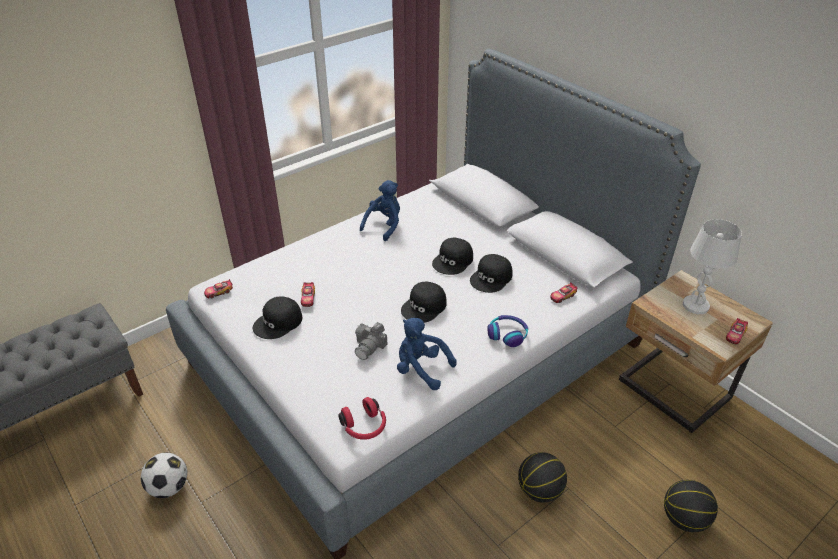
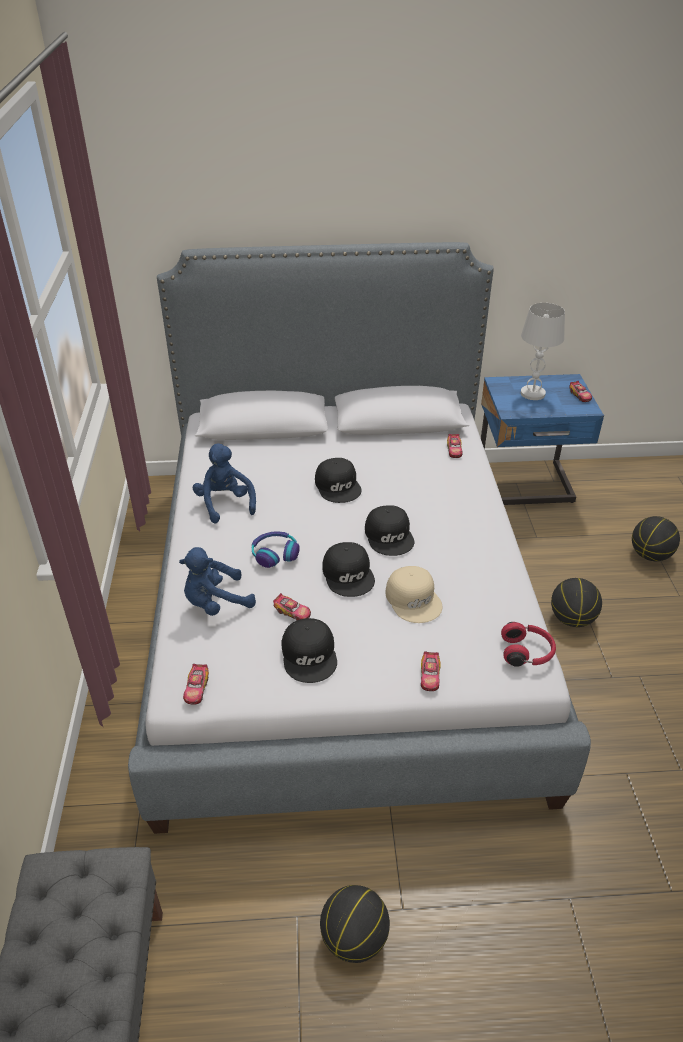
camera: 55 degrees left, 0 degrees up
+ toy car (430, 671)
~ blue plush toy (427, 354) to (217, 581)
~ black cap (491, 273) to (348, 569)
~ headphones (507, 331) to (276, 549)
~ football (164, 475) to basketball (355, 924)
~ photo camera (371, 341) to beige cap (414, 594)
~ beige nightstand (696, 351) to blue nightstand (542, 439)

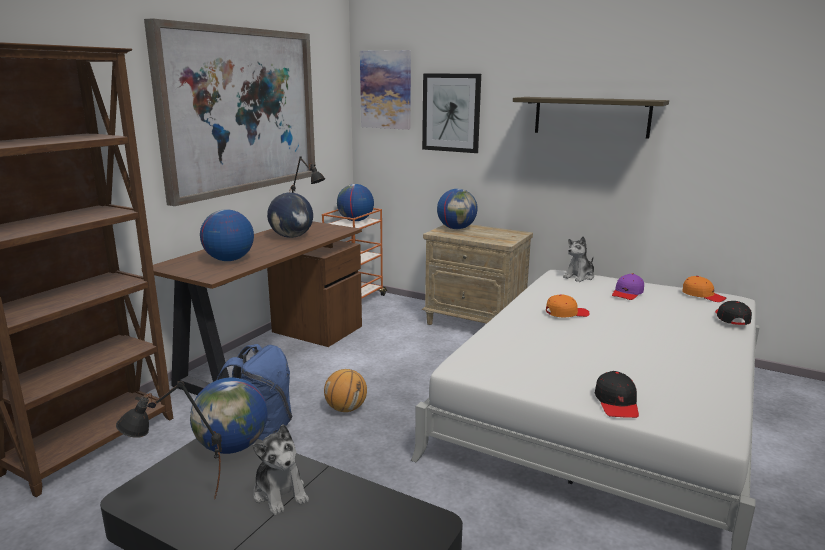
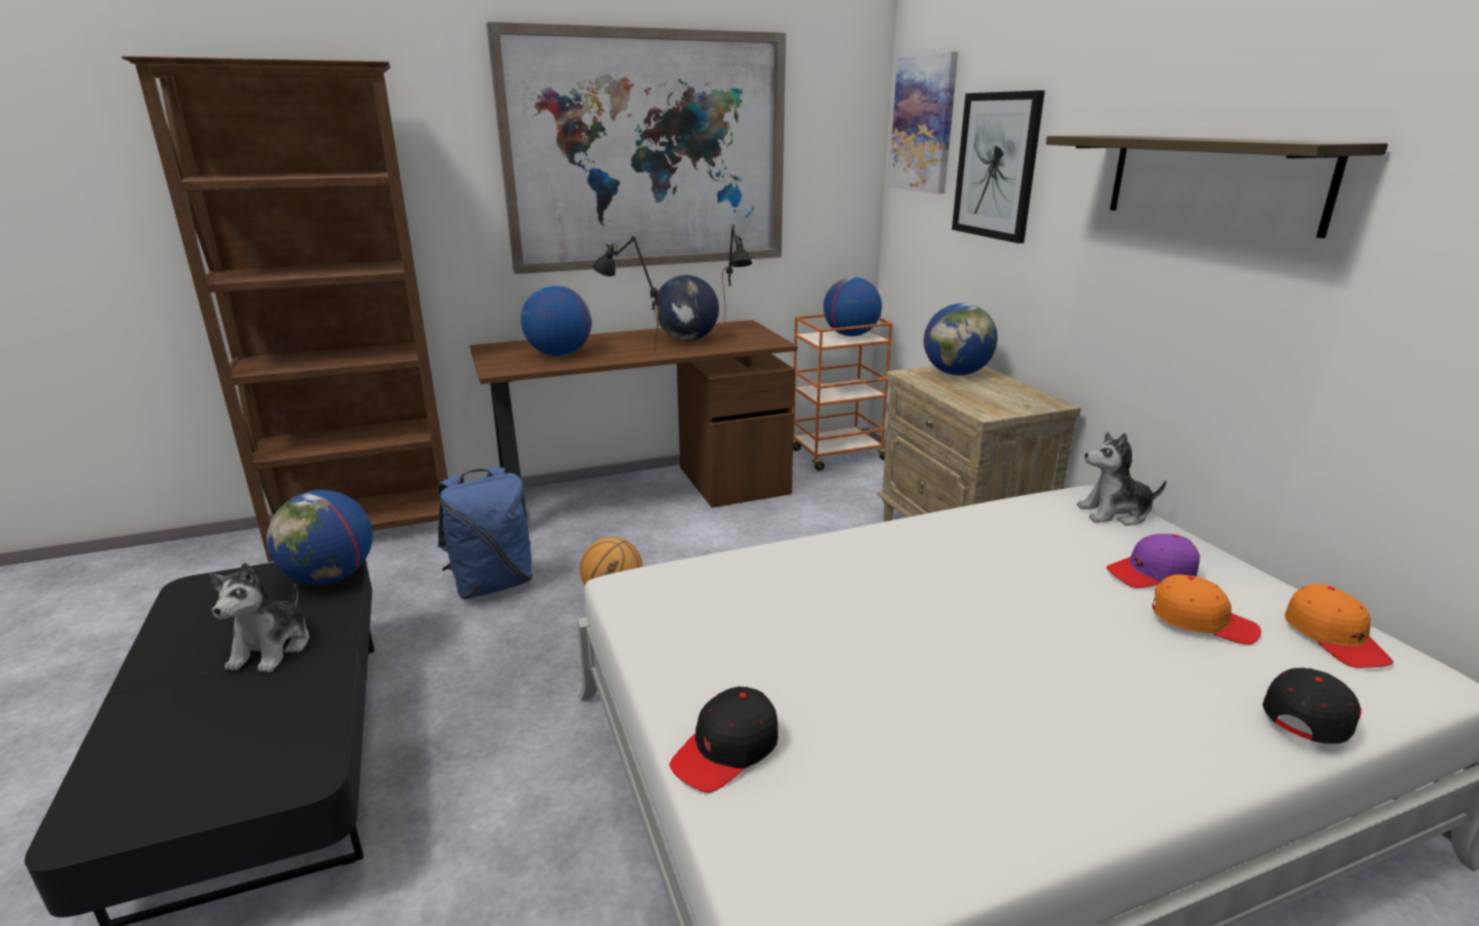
camera: 40 degrees right, 5 degrees up
~ black table lamp (169, 440) to (625, 293)
~ orange cap (568, 305) to (1206, 609)

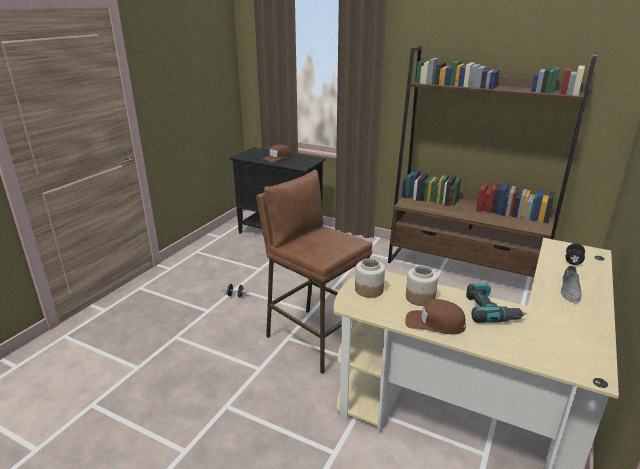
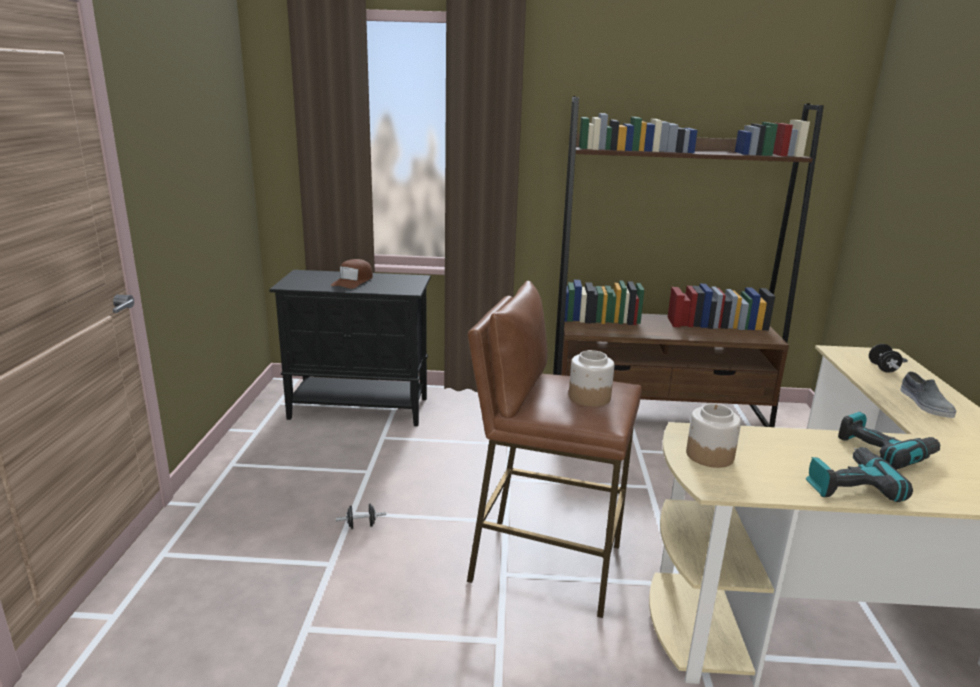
camera: 25 degrees left, 5 degrees down
~ jar (422, 286) to (591, 378)
~ brown cap (435, 316) to power drill (859, 474)

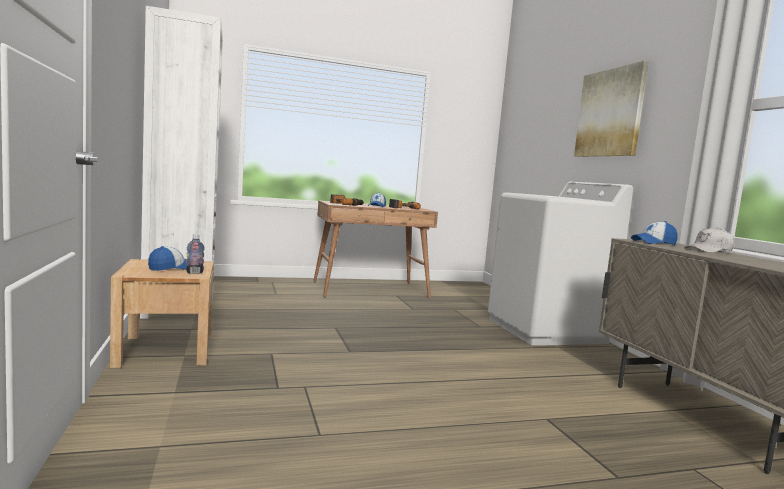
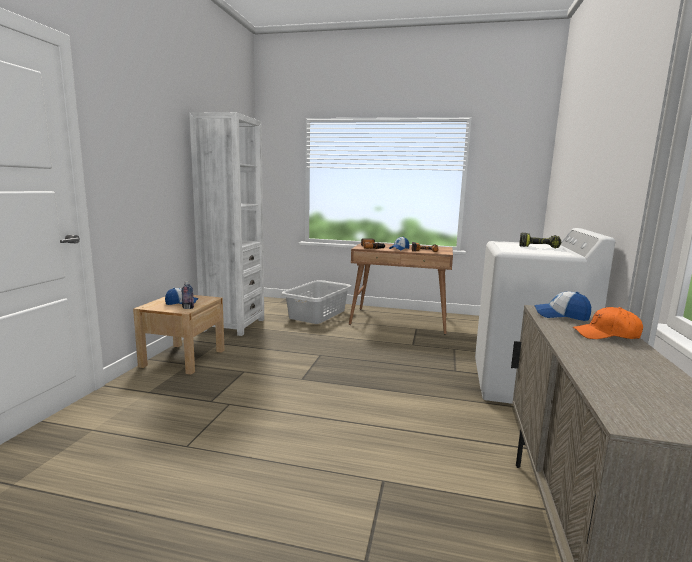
camera: 30 degrees right, 5 degrees up
- picture (611, 109)
+ grey laundry basket (316, 302)
+ power drill (540, 240)
~ white cap (709, 240) to orange cap (608, 323)

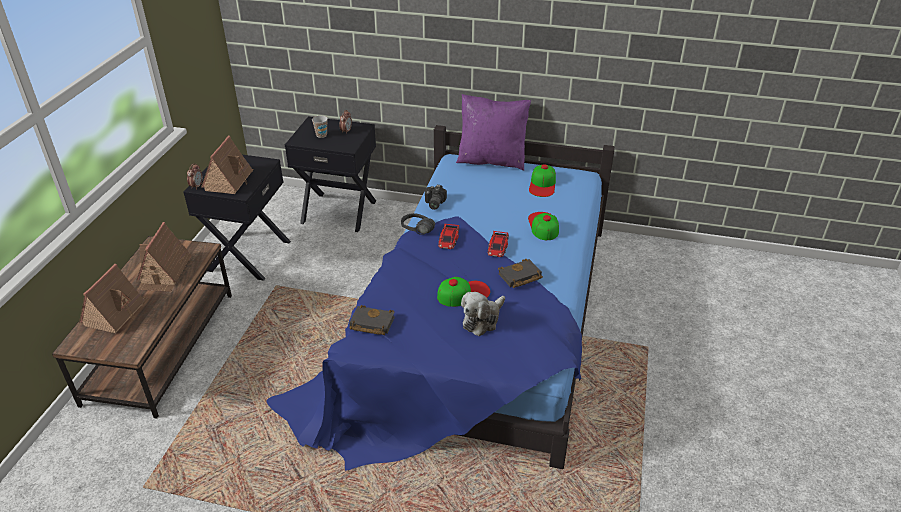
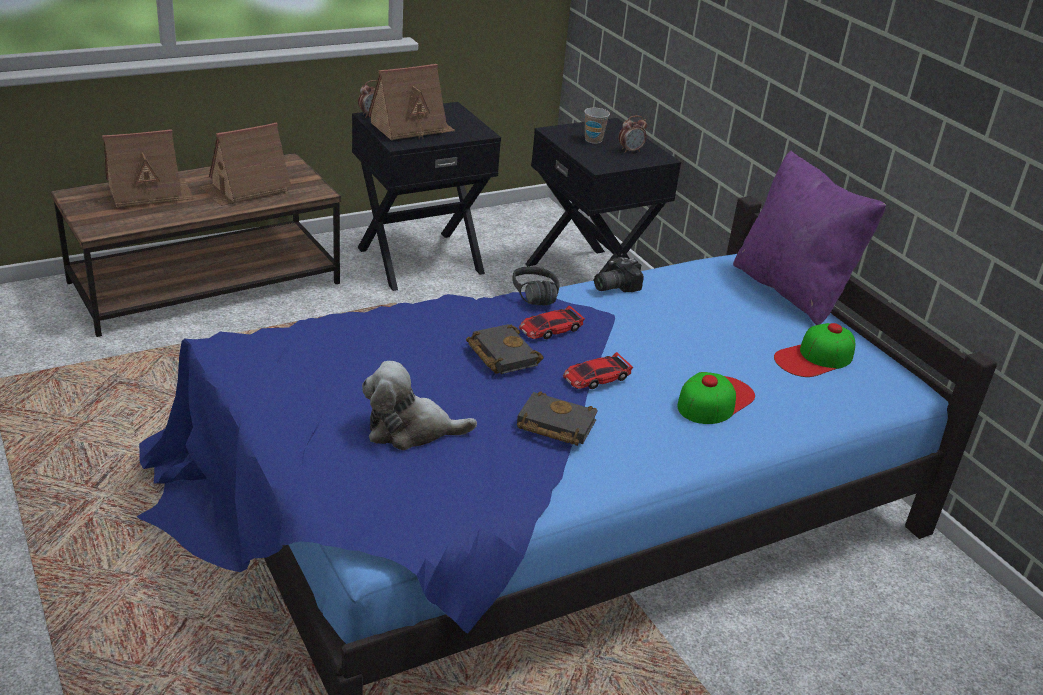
camera: 45 degrees right, 5 degrees down
- cap (463, 292)
~ black book (372, 320) to (505, 349)

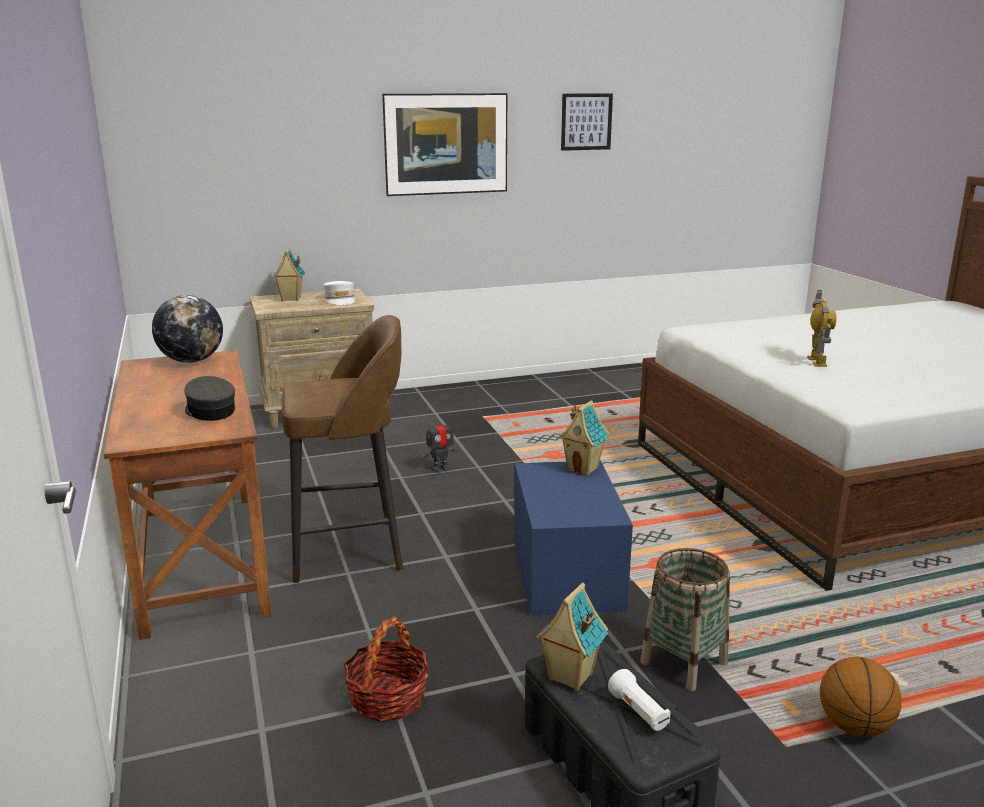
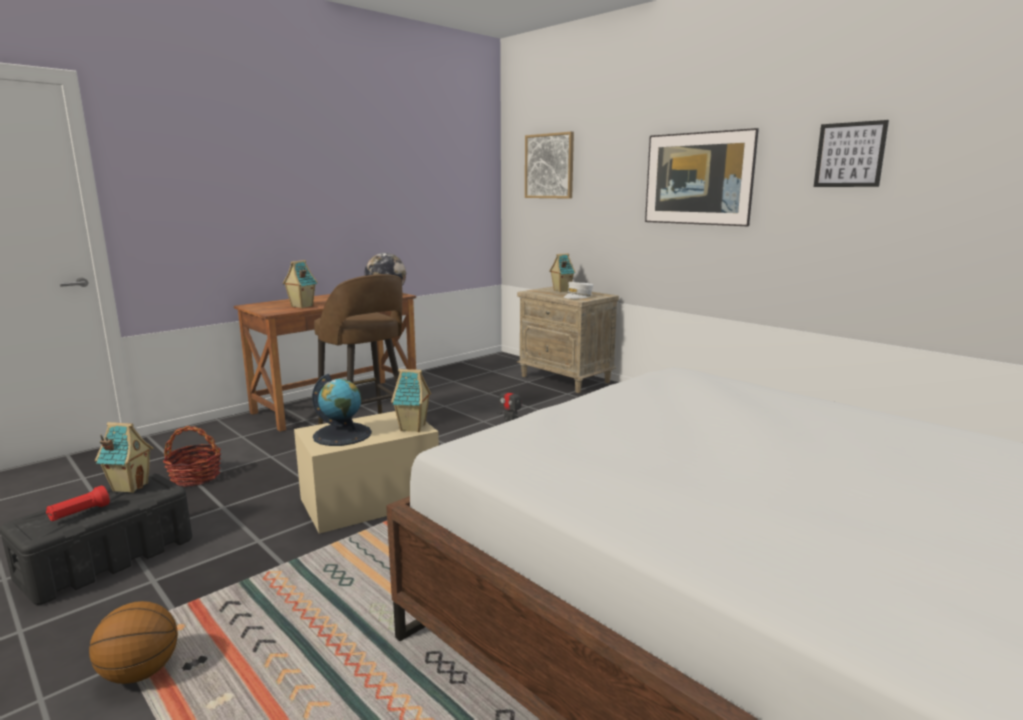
camera: 65 degrees right, 5 degrees down
- basket (685, 619)
- toy robot (821, 328)
+ globe (342, 410)
+ picture (549, 165)
~ grey cap (210, 398) to toy house (300, 284)
~ blue storage box (573, 538) to beige storage box (366, 472)
~ white flashlight (639, 700) to red flashlight (78, 503)

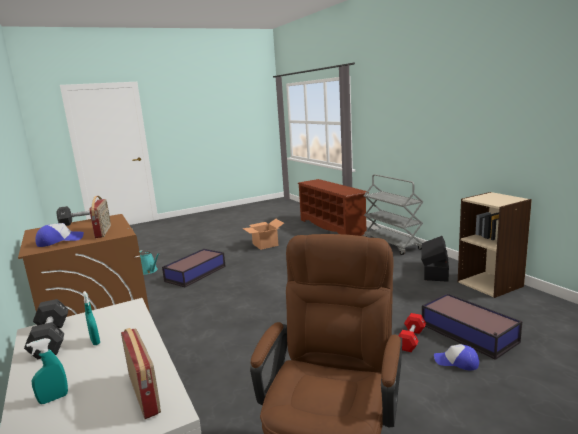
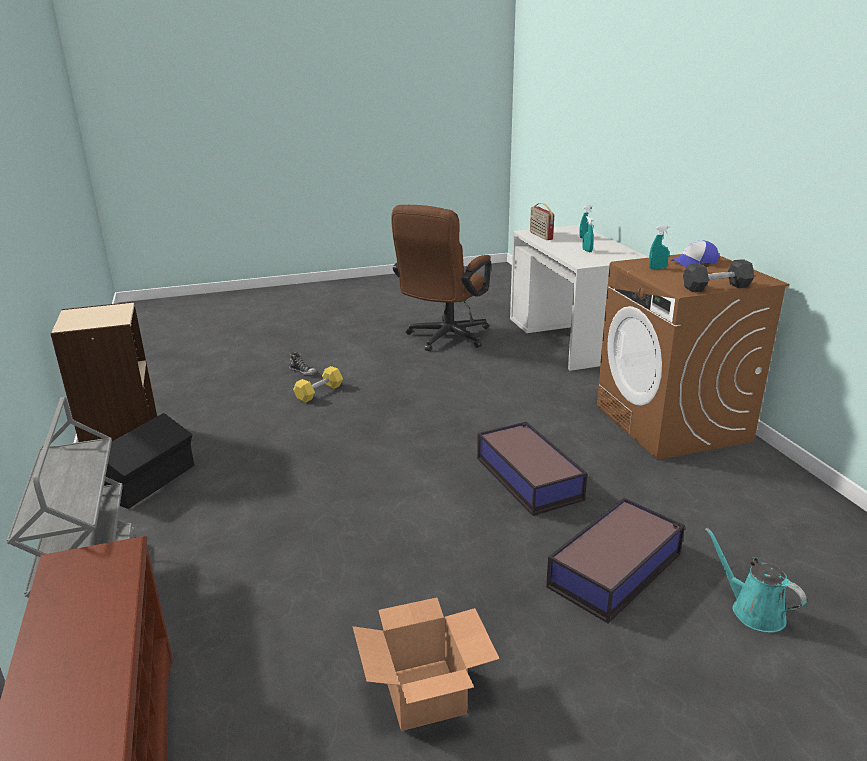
camera: 170 degrees left, 10 degrees up
- black dumbbell (46, 329)
~ storage box (472, 326) to (532, 469)
~ radio (100, 217) to turquoise spray bottle (659, 247)
~ cap (456, 357) to shoe (303, 364)
~ red dumbbell (412, 332) to yellow dumbbell (318, 384)

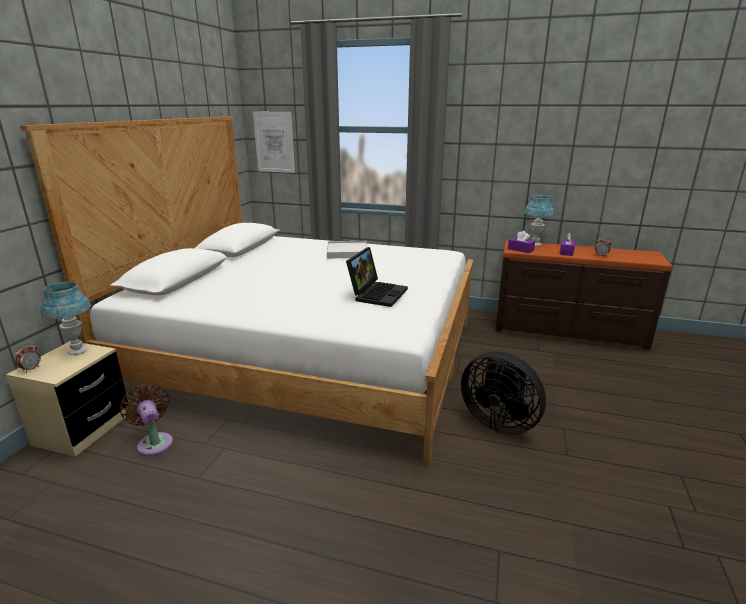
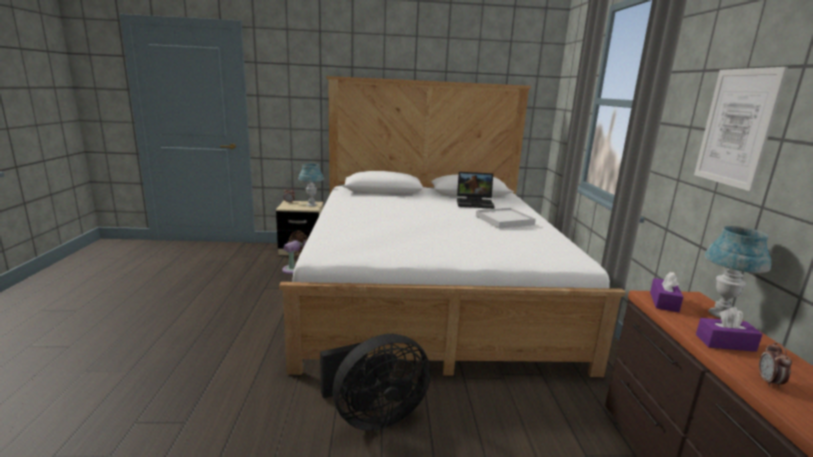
camera: 70 degrees right, 5 degrees down
~ picture (274, 142) to (741, 129)
~ laptop (377, 277) to (476, 190)
~ black fan (503, 393) = (375, 382) 135 degrees counterclockwise

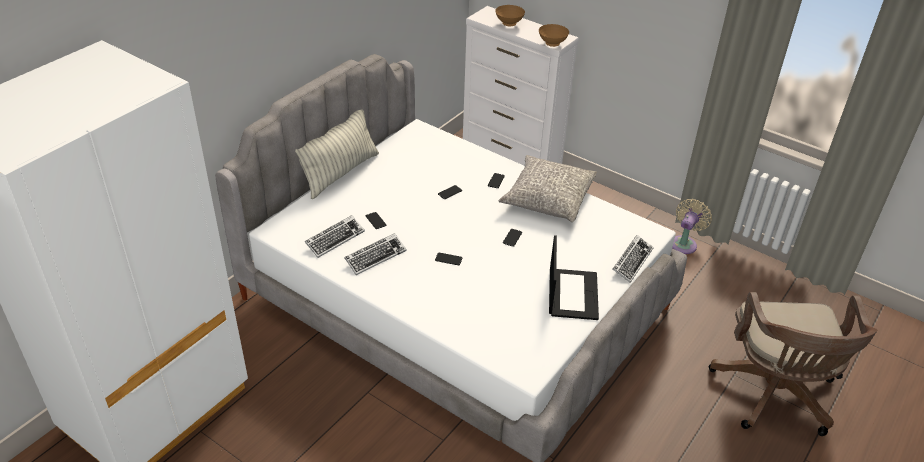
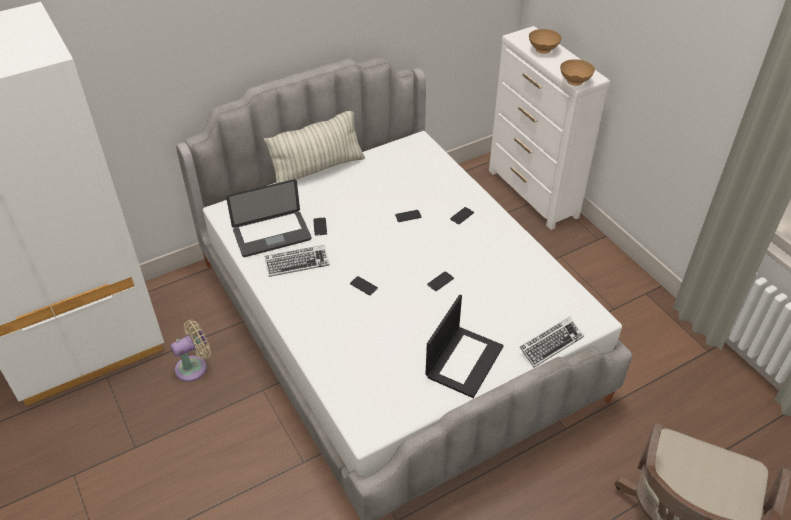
camera: 25 degrees right, 5 degrees up
- grey pillow (548, 188)
~ beige fan (692, 226) to (190, 351)
~ keyboard (335, 236) to laptop (269, 218)

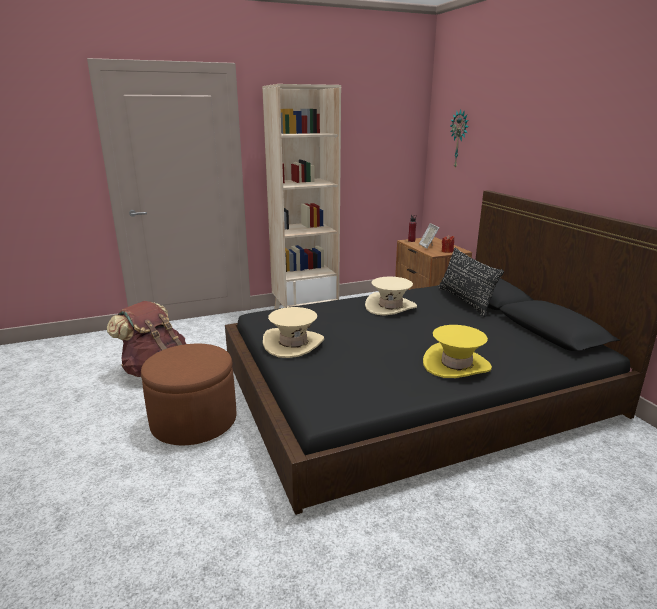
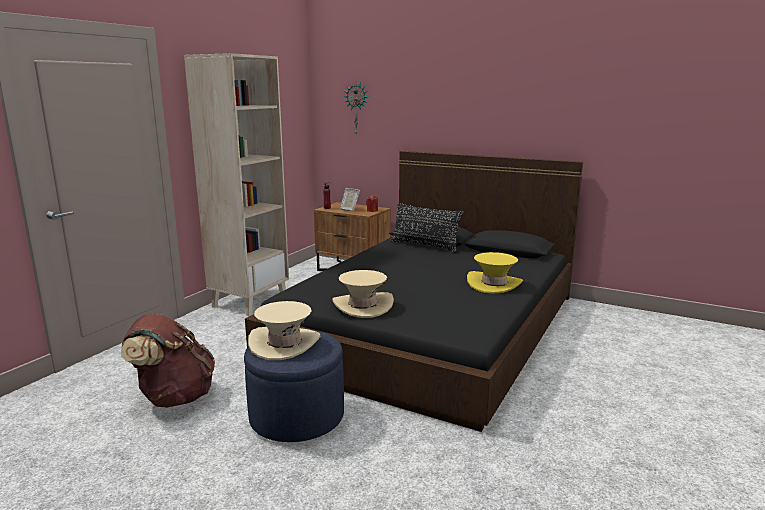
camera: 40 degrees left, 5 degrees down
~ beige hat (391, 296) to (284, 330)
~ brown ottoman (188, 394) to blue ottoman (294, 386)

